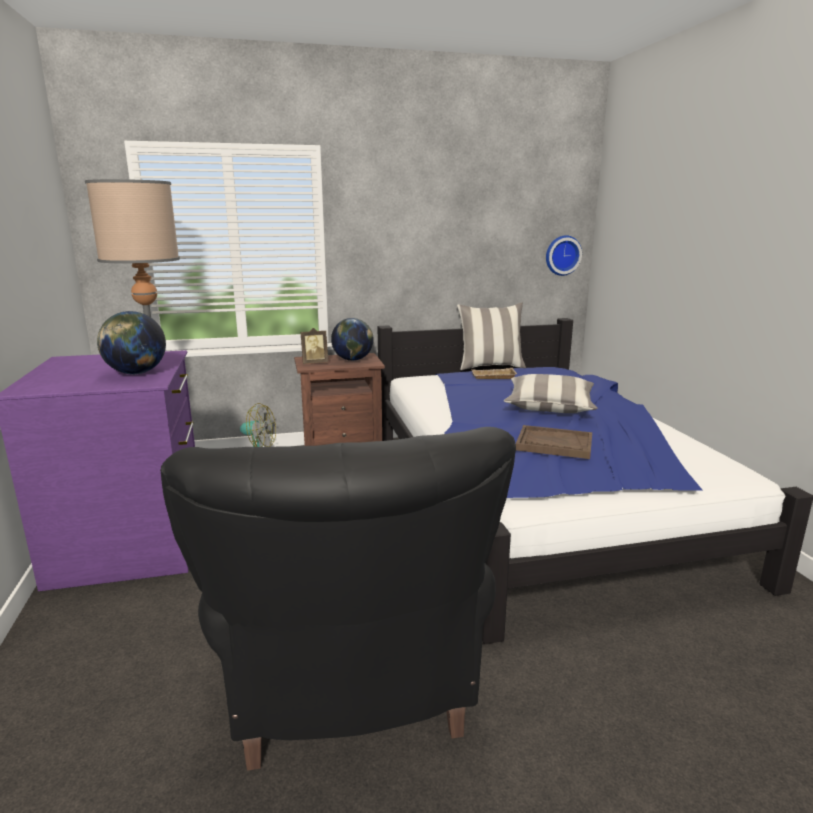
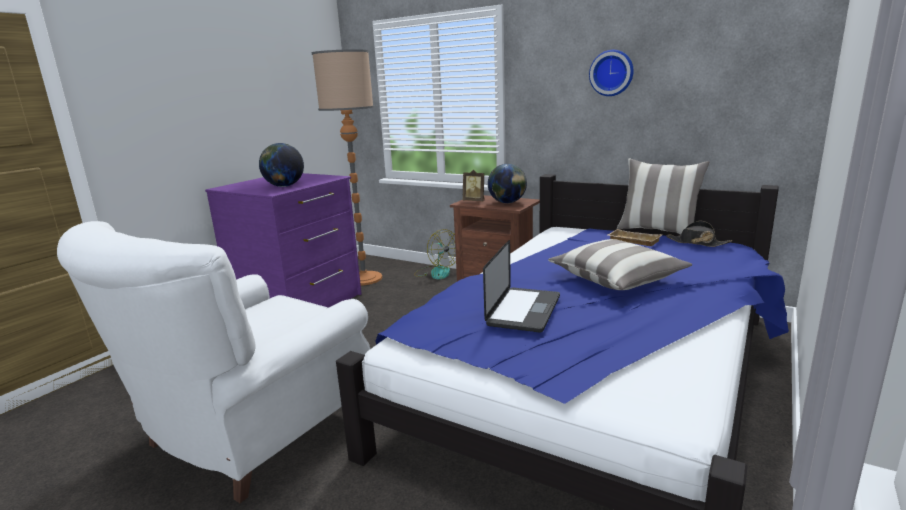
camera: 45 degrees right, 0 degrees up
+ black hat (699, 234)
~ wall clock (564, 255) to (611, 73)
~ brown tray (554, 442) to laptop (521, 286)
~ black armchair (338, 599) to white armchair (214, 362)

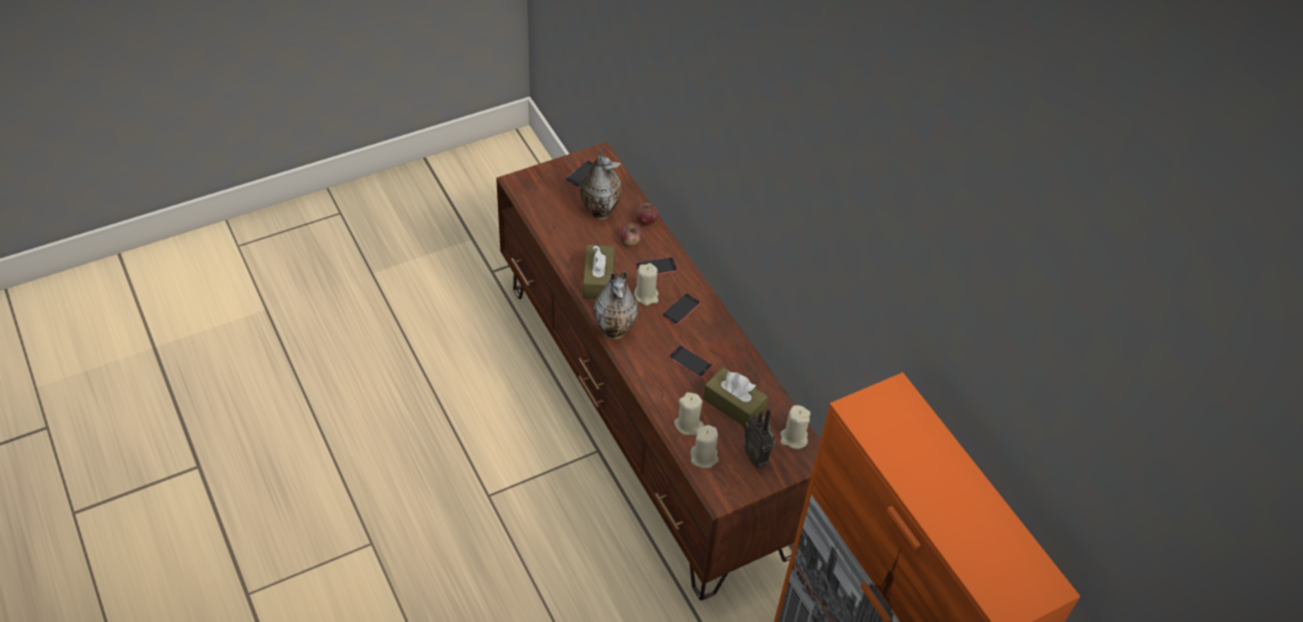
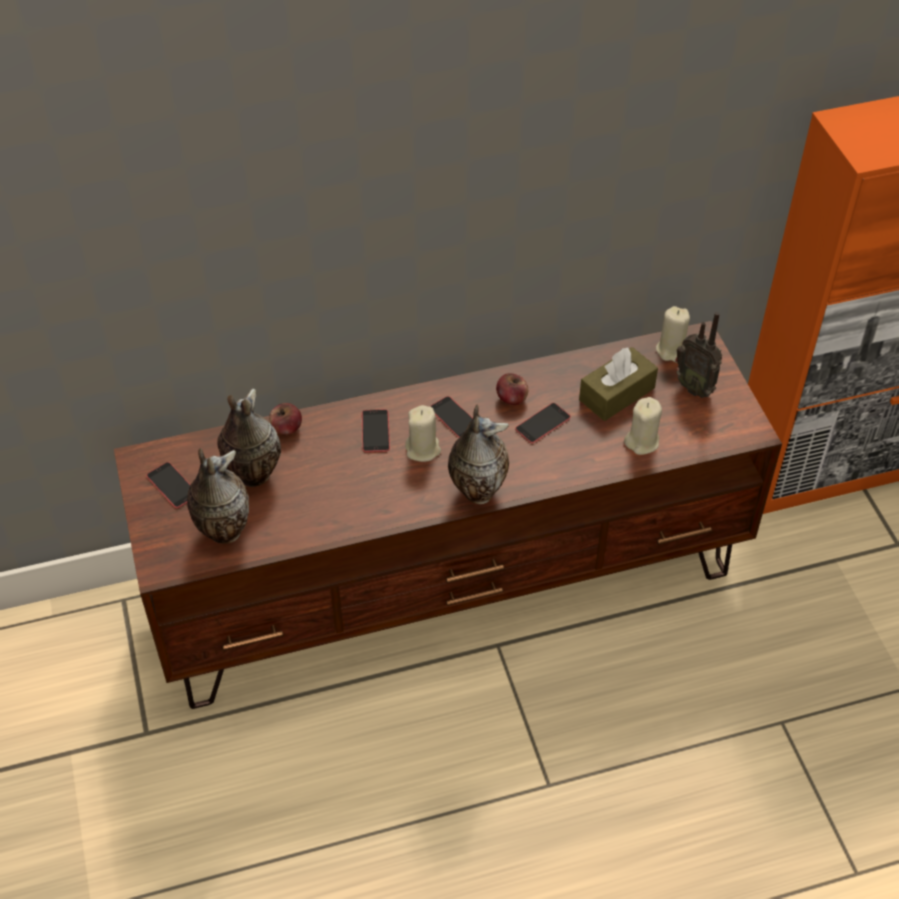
camera: 75 degrees left, 0 degrees up
- brown tissue box (599, 272)
- beige candle (704, 446)
+ vase (218, 496)
~ apple (631, 234) to (512, 389)
~ radio (760, 438) = (698, 355) 60 degrees clockwise

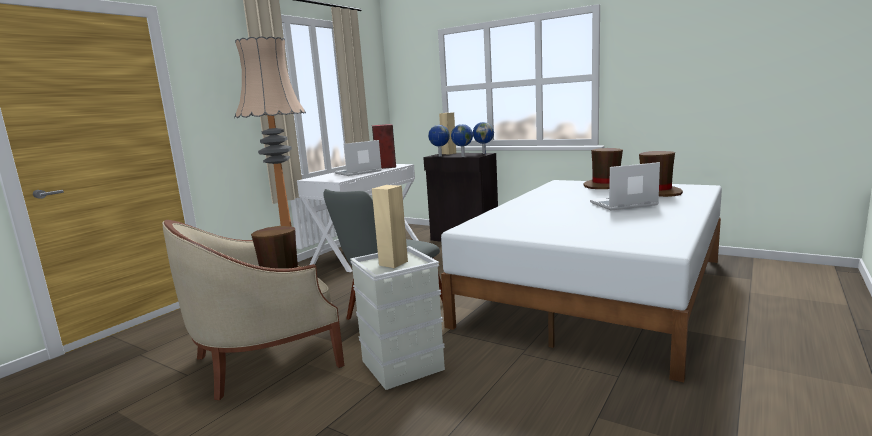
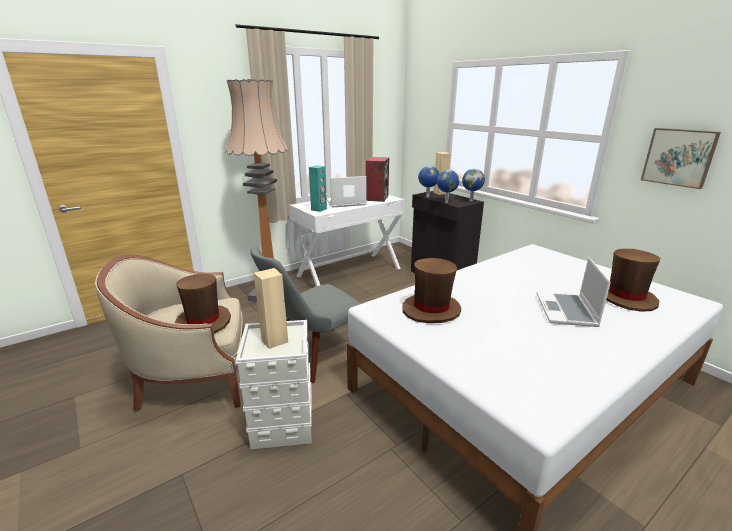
camera: 20 degrees right, 10 degrees up
+ turquoise speaker (318, 188)
+ picture (681, 158)
~ brown hat (603, 168) to (431, 290)
~ laptop (625, 186) = (574, 292) 90 degrees counterclockwise

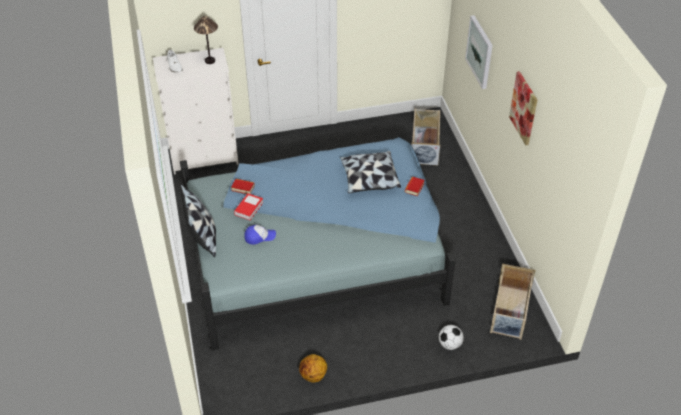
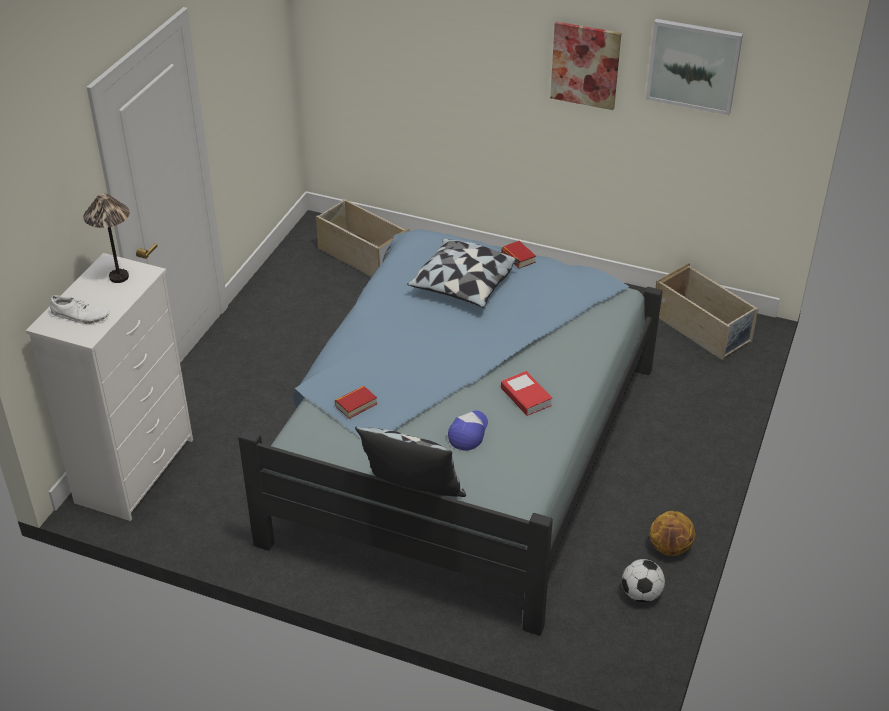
camera: 55 degrees left, 5 degrees down
~ book (248, 206) to (526, 393)
~ football (451, 337) to (643, 580)
~ picture (479, 52) to (694, 67)

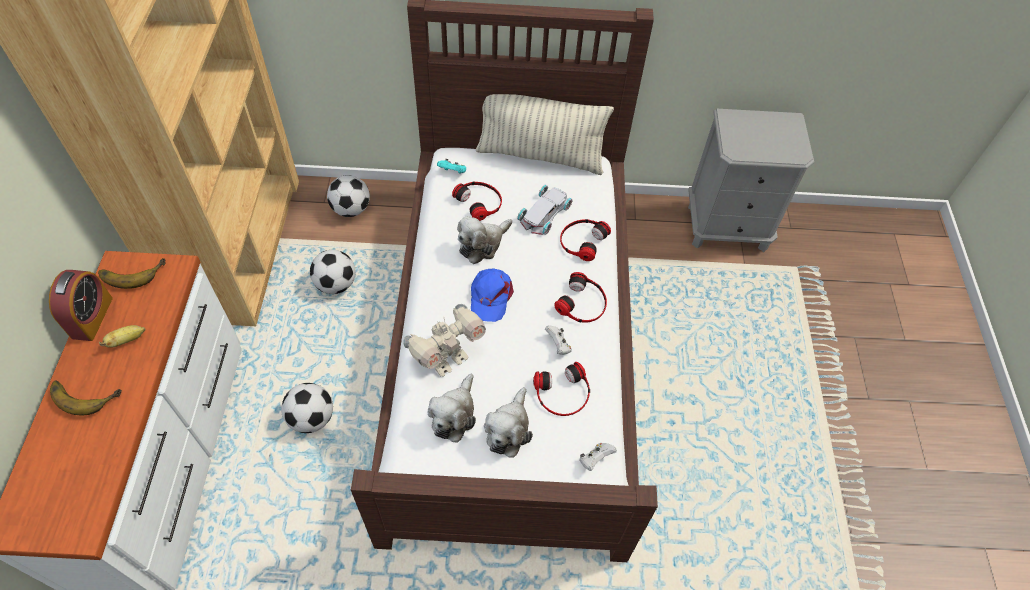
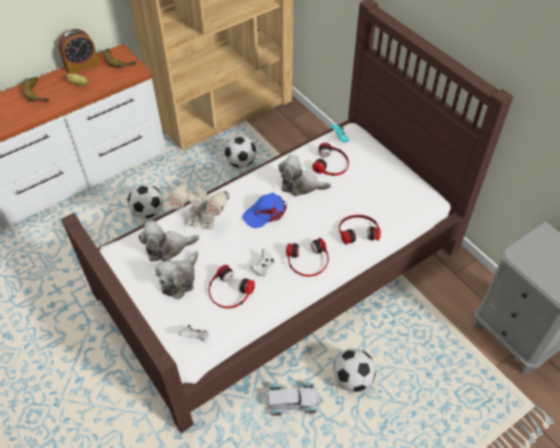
camera: 55 degrees right, 5 degrees down
- pillow (545, 134)
~ football (348, 196) to (354, 370)
~ white toy car (545, 210) to (294, 399)
~ plush toy (508, 422) = (176, 275) 45 degrees counterclockwise

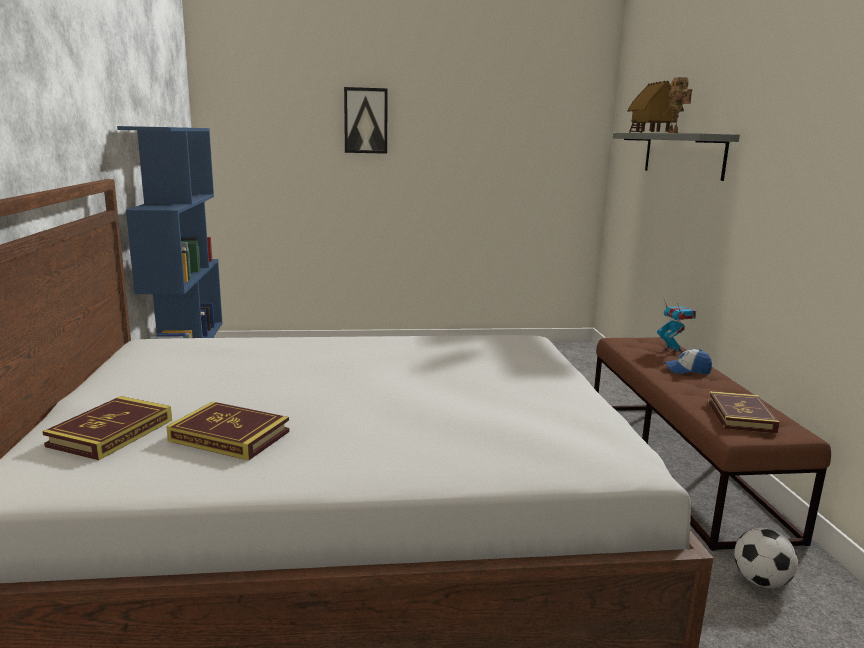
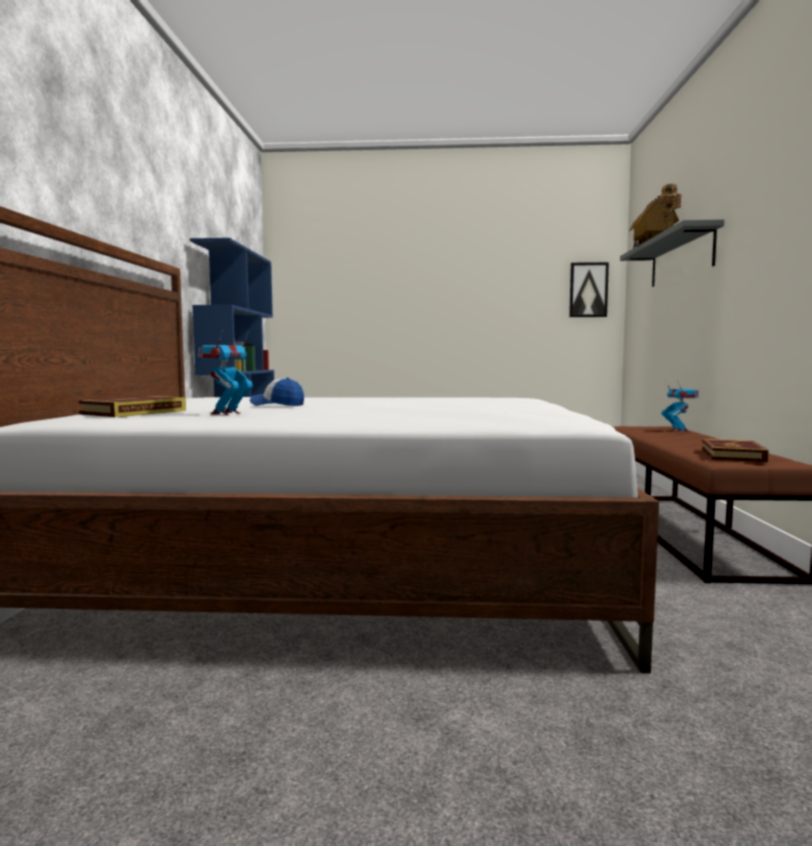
camera: 10 degrees right, 10 degrees down
- football (766, 558)
~ picture (366, 120) to (589, 289)
~ cap (688, 361) to (277, 392)
~ book (227, 431) to toy robot (225, 372)

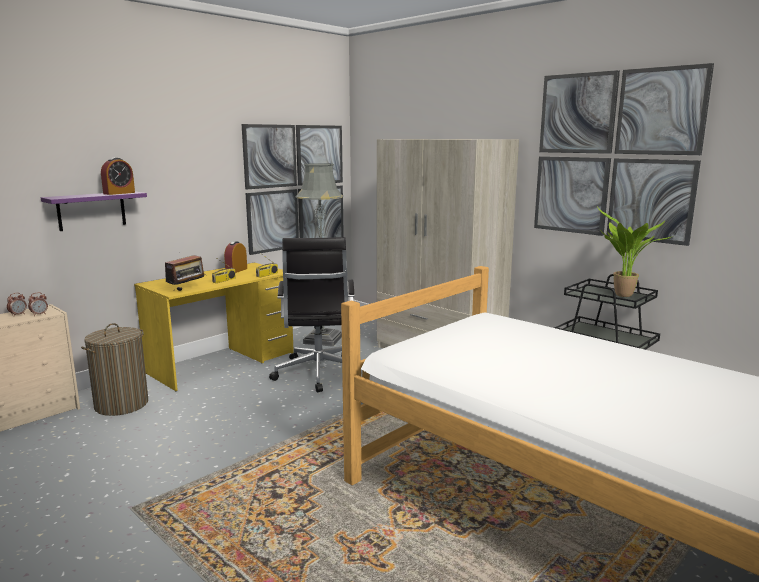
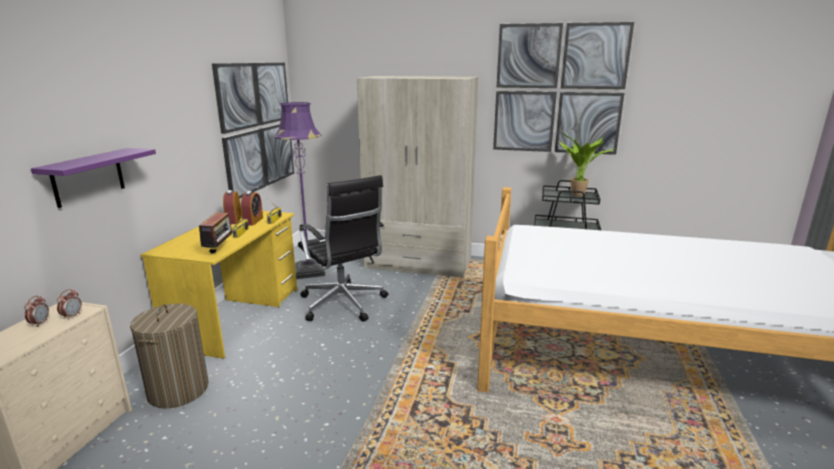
camera: 30 degrees left, 5 degrees up
~ alarm clock (118, 176) to (252, 208)
~ grey floor lamp (319, 255) to purple floor lamp (299, 190)

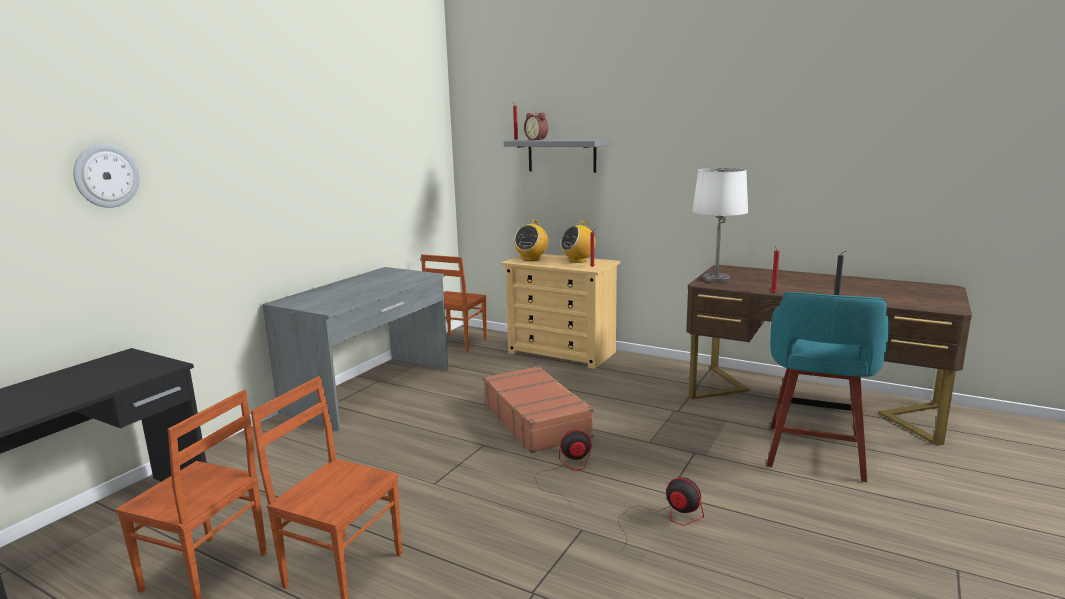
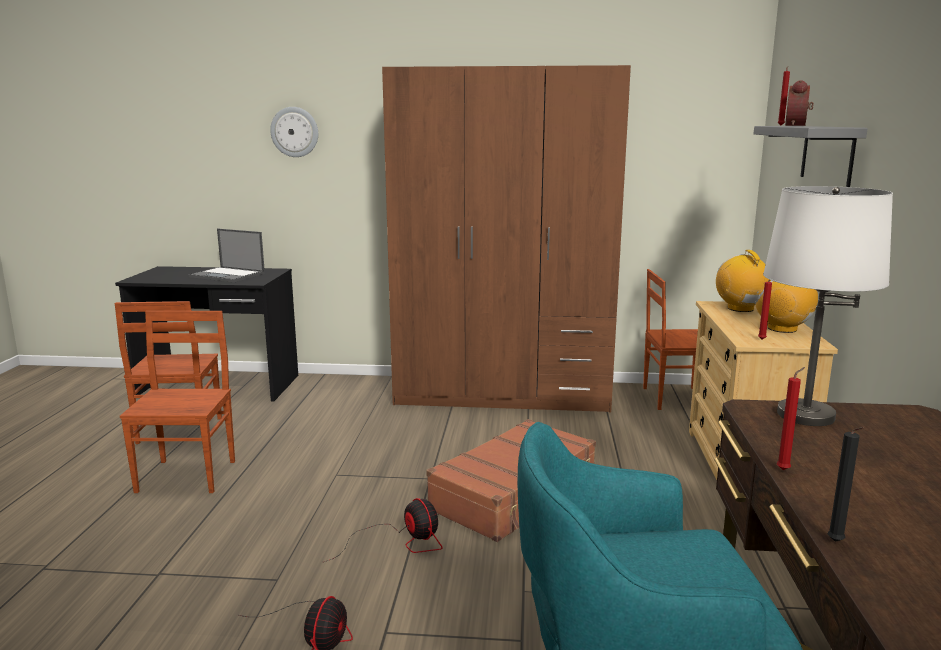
camera: 65 degrees right, 0 degrees up
+ laptop (227, 255)
~ grey desk (355, 349) to brown wardrobe (506, 238)
~ radio (531, 240) = (743, 281) 75 degrees clockwise

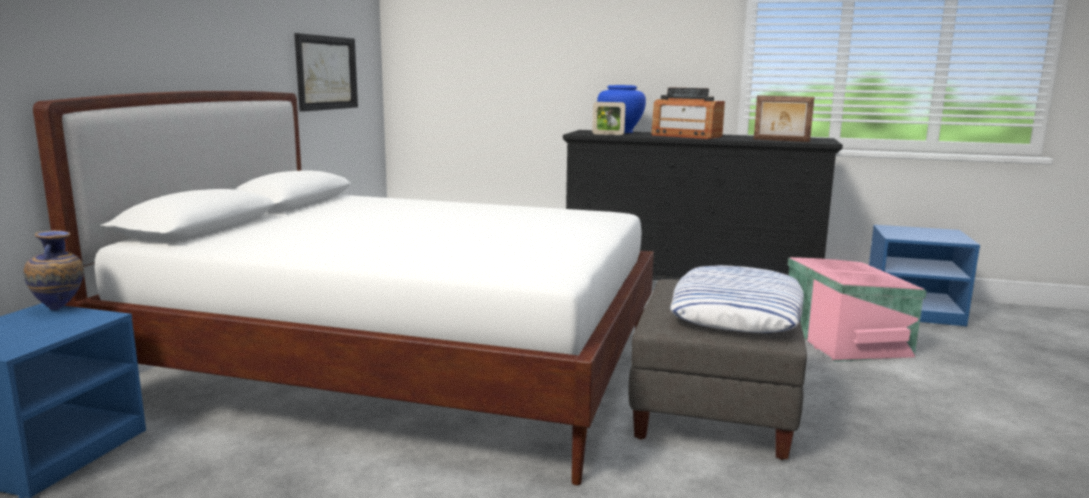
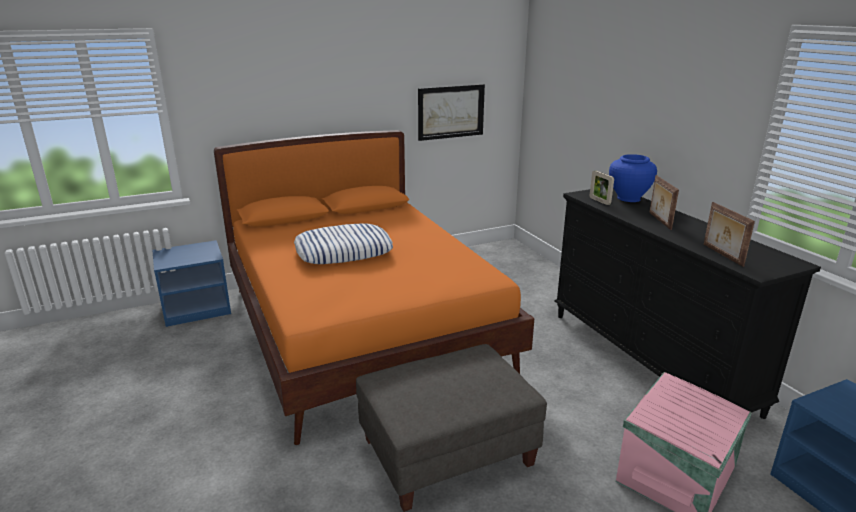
camera: 50 degrees right, 10 degrees up
- vase (54, 270)
~ pillow (737, 299) to (343, 243)
~ radio (688, 113) to picture frame (664, 202)
~ white bed (343, 288) to orange bed (374, 287)

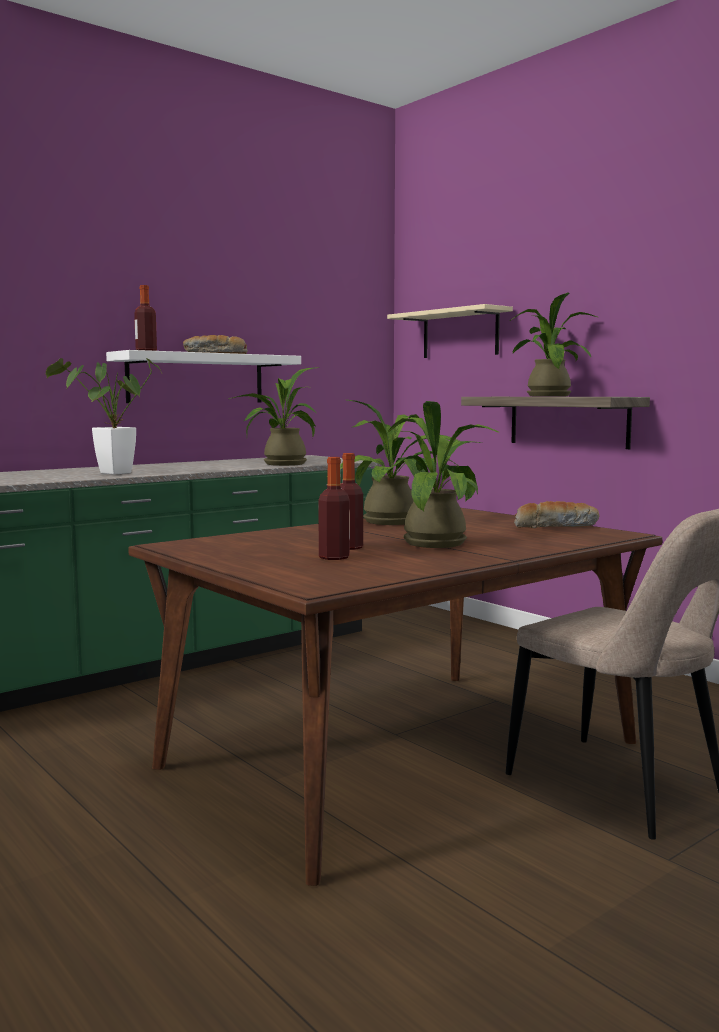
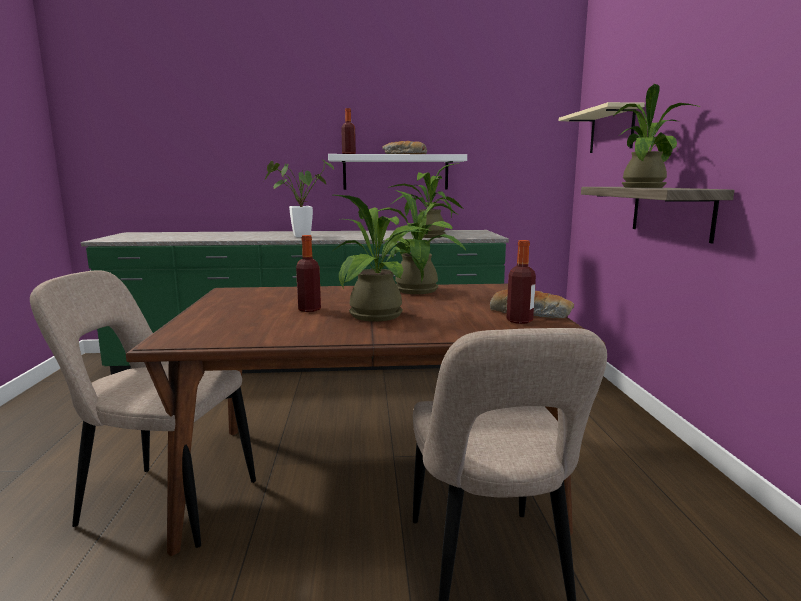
camera: 35 degrees right, 5 degrees up
+ beige chair (143, 409)
~ bottle (334, 508) to (521, 282)

